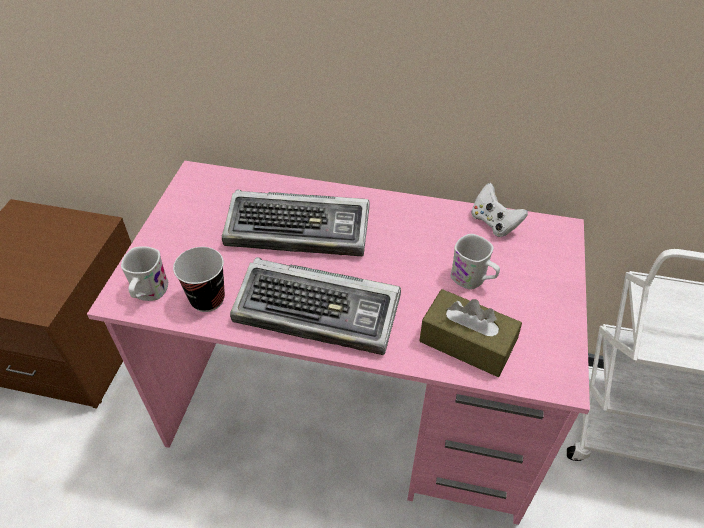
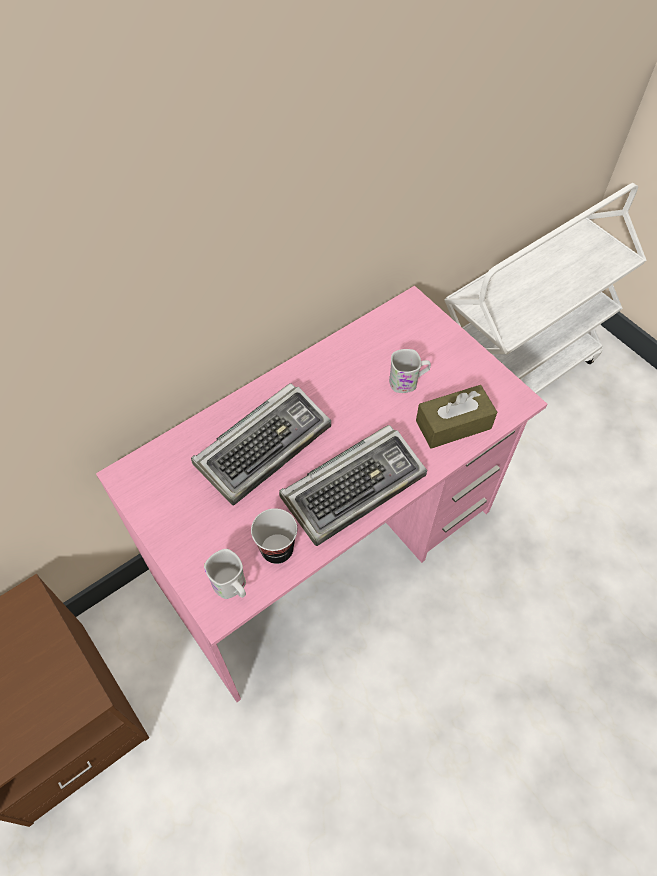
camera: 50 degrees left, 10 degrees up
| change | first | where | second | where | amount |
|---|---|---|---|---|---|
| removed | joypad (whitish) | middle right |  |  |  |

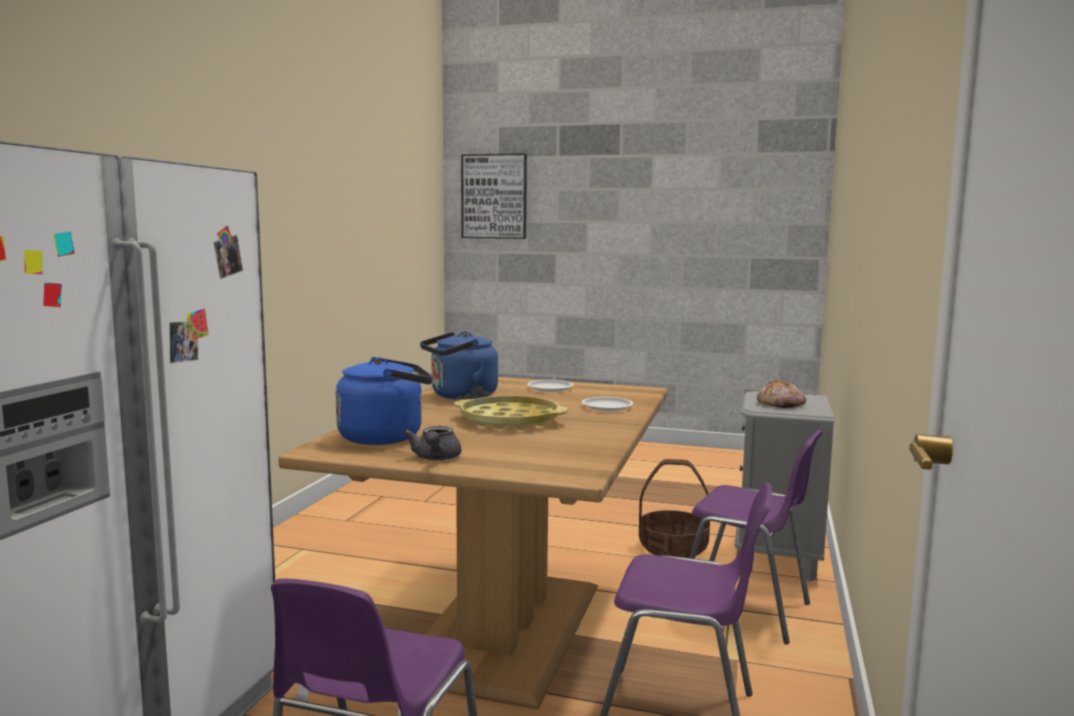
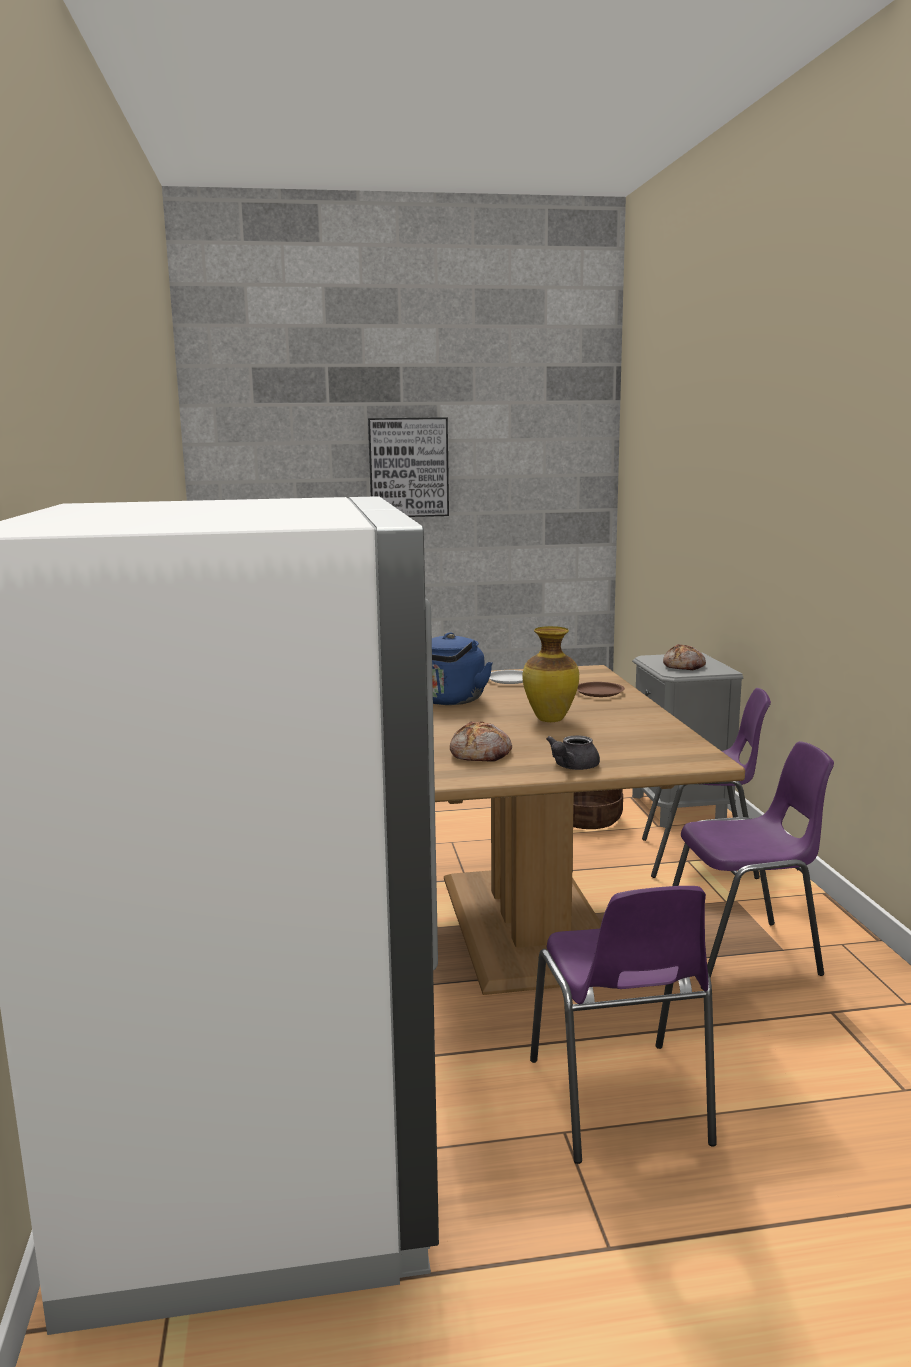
camera: 25 degrees left, 5 degrees up
| change | first | where | second | where | amount |
|---|---|---|---|---|---|
| moved | wall picture | top centre |  | centre |  |
| replaced | tea kettle (blue) (1st from left) | centre | bread (1st from left) | centre |  |
| replaced | carrying tray (yellowish) | centre | flower vase | centre |  |
| recoloured | dinner plate (whitish) (2nd from left) | centre | dinner plate (brownish) | centre |  |
| turned | teapot (greyish) | centre |  | centre | 60 degrees clockwise |

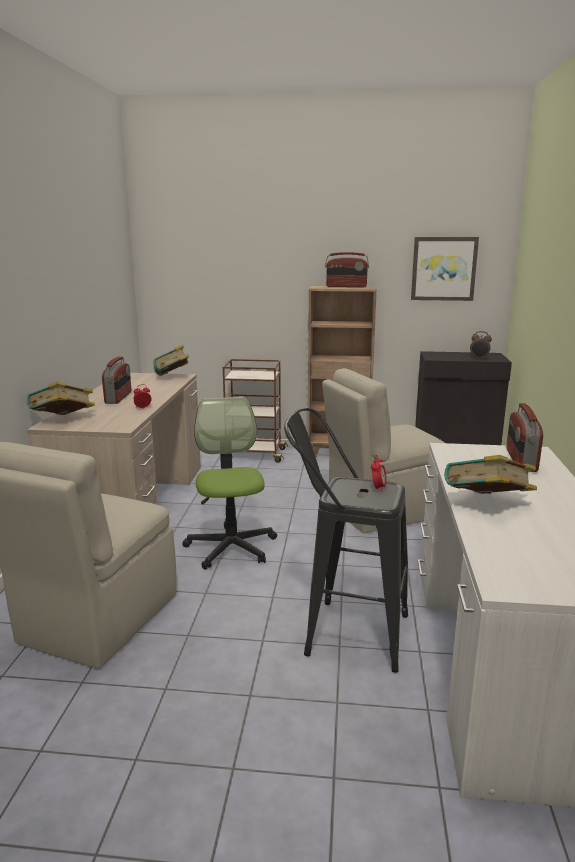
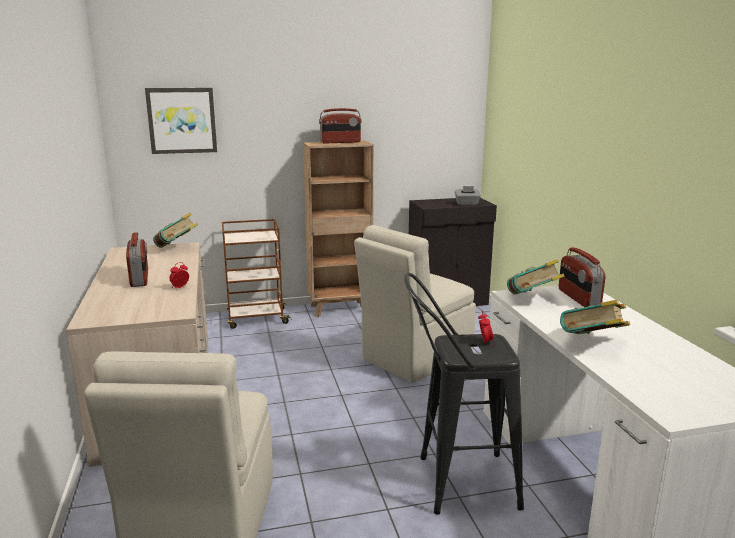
camera: 20 degrees left, 0 degrees up
| change | first | where | second | where | amount |
|---|---|---|---|---|---|
| moved | wall picture | top right |  | top left |  |
| replaced | table clock (3rd from left) | middle right | tissue holder (greyish) | centre |  |
| moved | bound book (1st from left in the first image) | middle left | bound book (2nd from left) | middle right |  |
| removed | computer chair | centre |  |  |  |

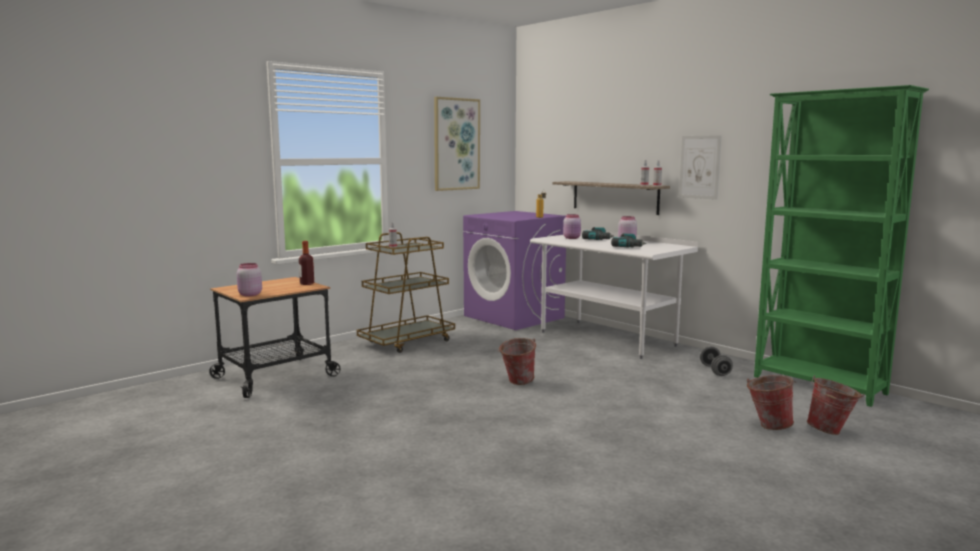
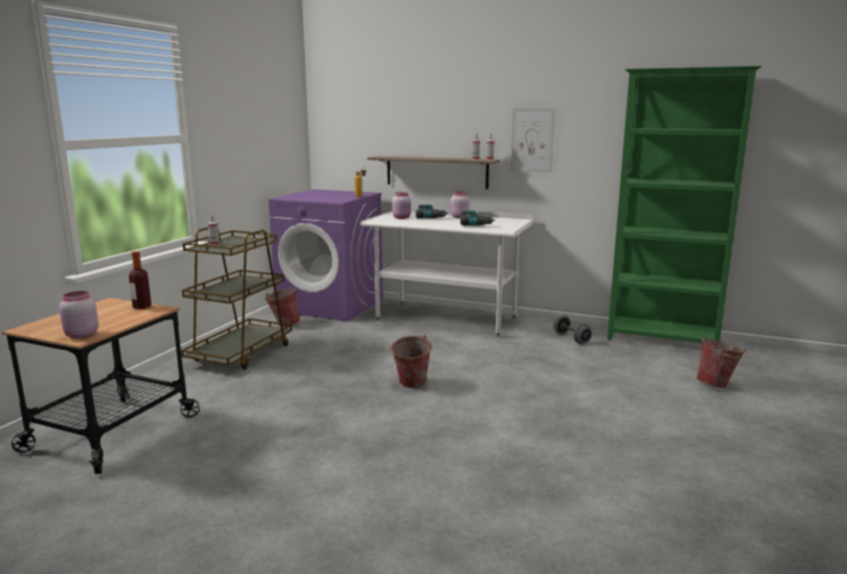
camera: 25 degrees left, 5 degrees up
| change | first | where | second | where | amount |
|---|---|---|---|---|---|
| removed | wall picture (1st from left) | top centre |  |  |  |
| moved | pail (2nd from left in the first image) | bottom right | pail (1st from left) | middle left |  |

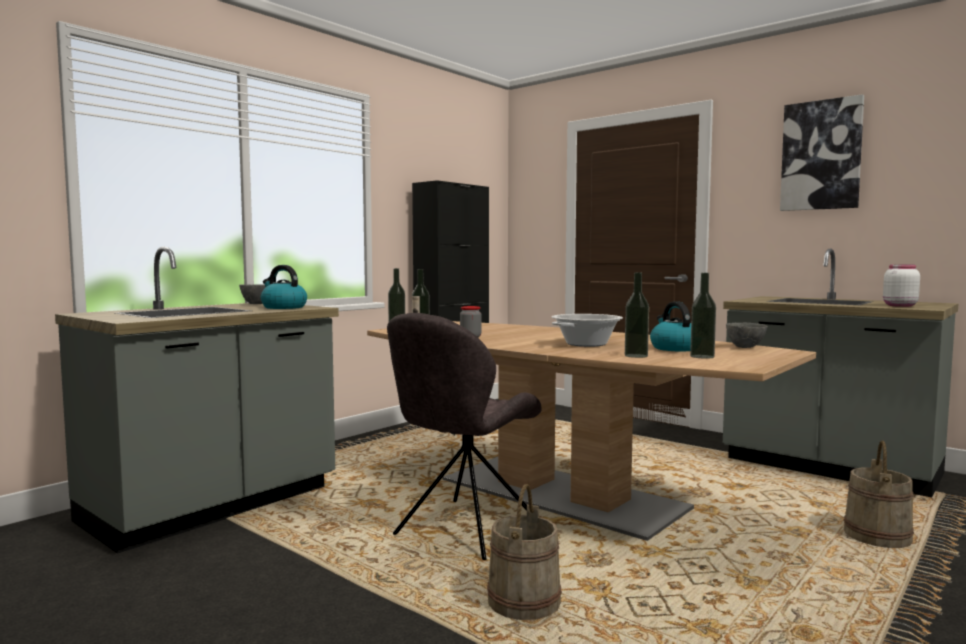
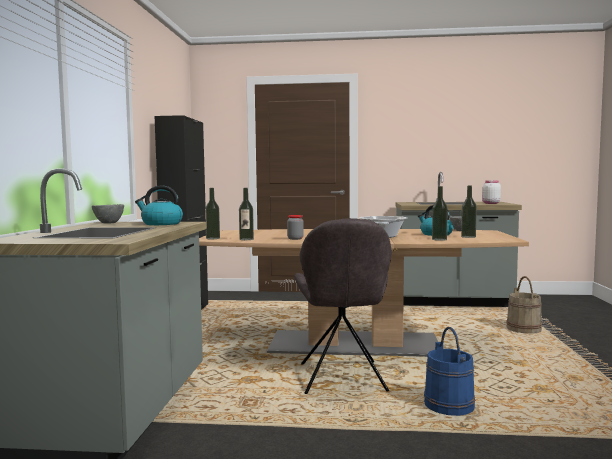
camera: 35 degrees left, 0 degrees up
| change | first | where | second | where | amount |
|---|---|---|---|---|---|
| removed | wall picture | top right |  |  |  |
| recoloured | pail (beige) (1st from left) | bottom centre | pail (blue) | bottom right |  |

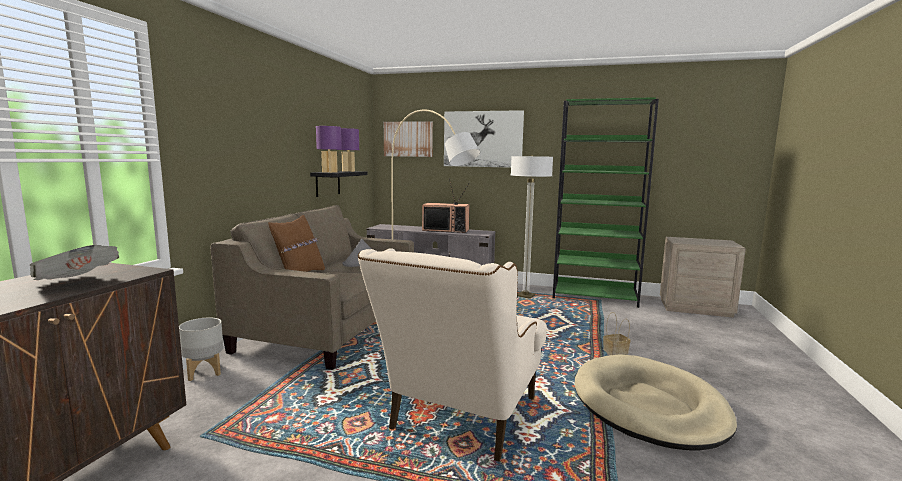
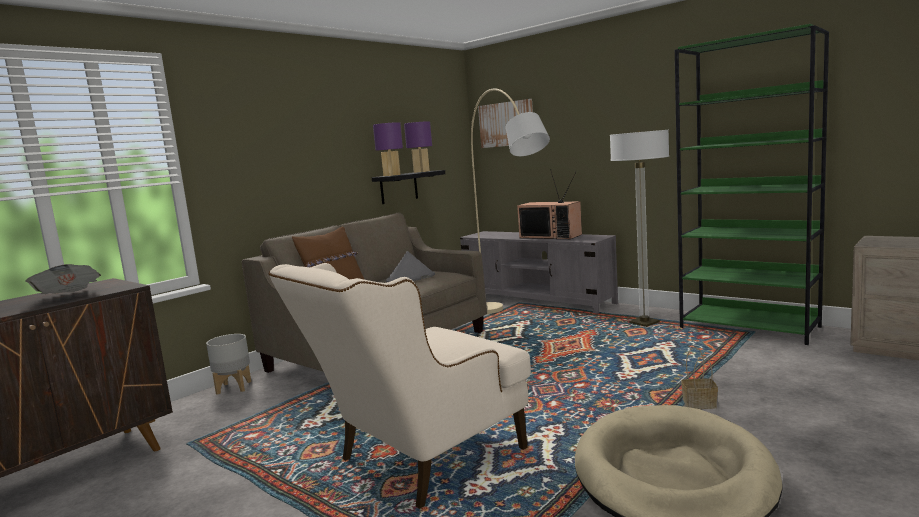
camera: 25 degrees right, 0 degrees up
| change | first | where | second | where | amount |
|---|---|---|---|---|---|
| removed | wall picture (2nd from left) | top centre |  |  |  |

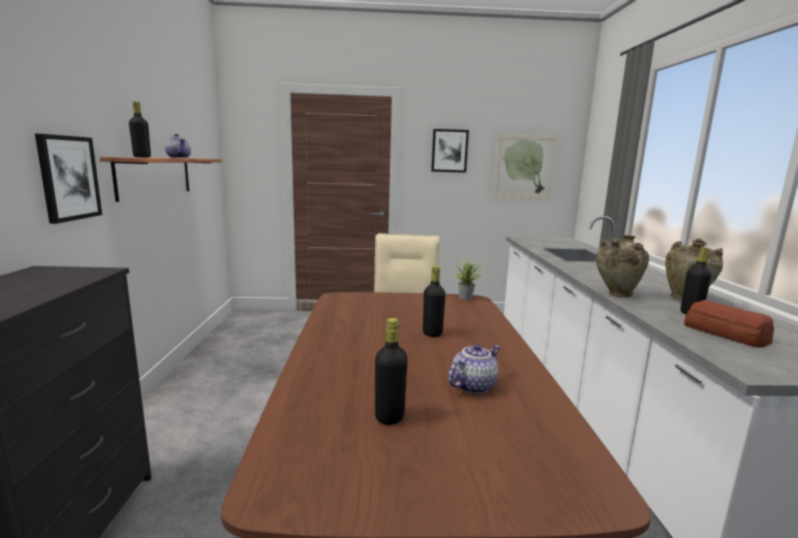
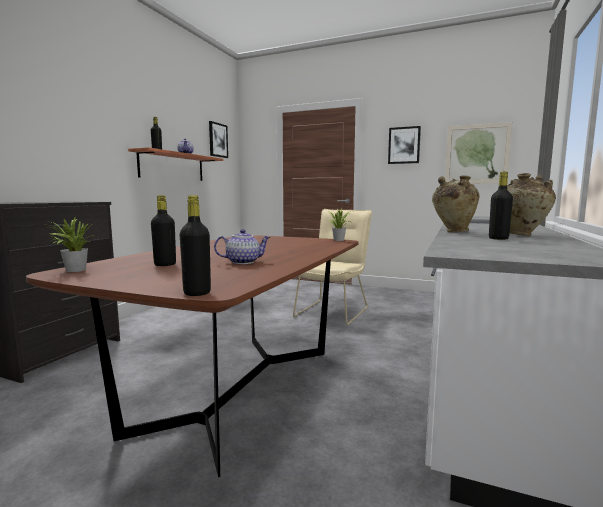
camera: 25 degrees right, 5 degrees down
| change | first | where | second | where | amount |
|---|---|---|---|---|---|
| moved | wall picture (1st from left) | top left |  | top centre |  |
| moved | bottle (black-coloured) (3rd from left) | centre |  | middle left |  |
| removed | bread | middle right |  |  |  |
| added |  |  | houseplant (1st from left) | middle left |  |

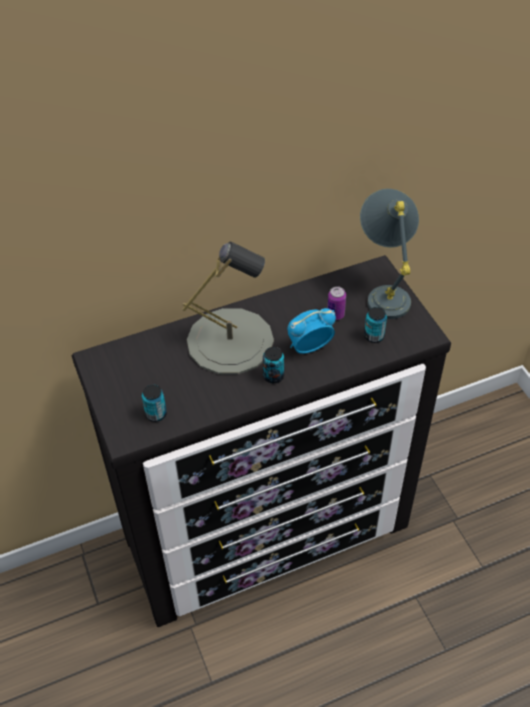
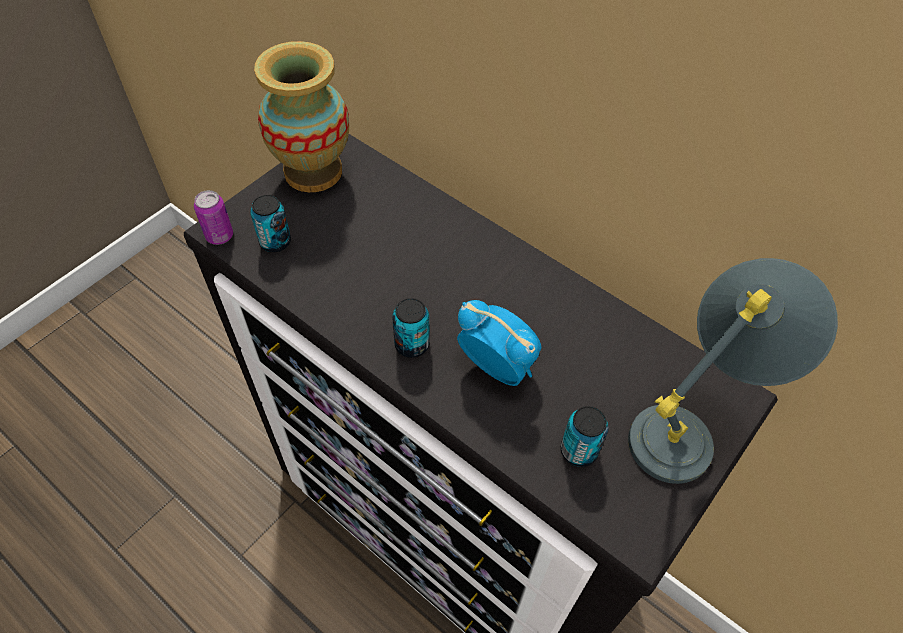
camera: 60 degrees right, 5 degrees up
| change | first | where | second | where | amount |
|---|---|---|---|---|---|
| removed | tabletop lamp (greyish) (1st from left) | centre |  |  |  |
| moved | metal can (3rd from left in the first image) | centre | metal can (1st from left) | middle left |  |
| added |  |  | flower vase | top centre |  |

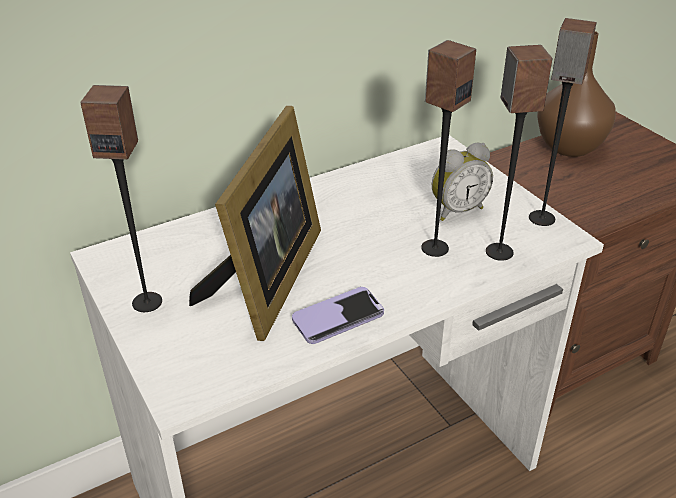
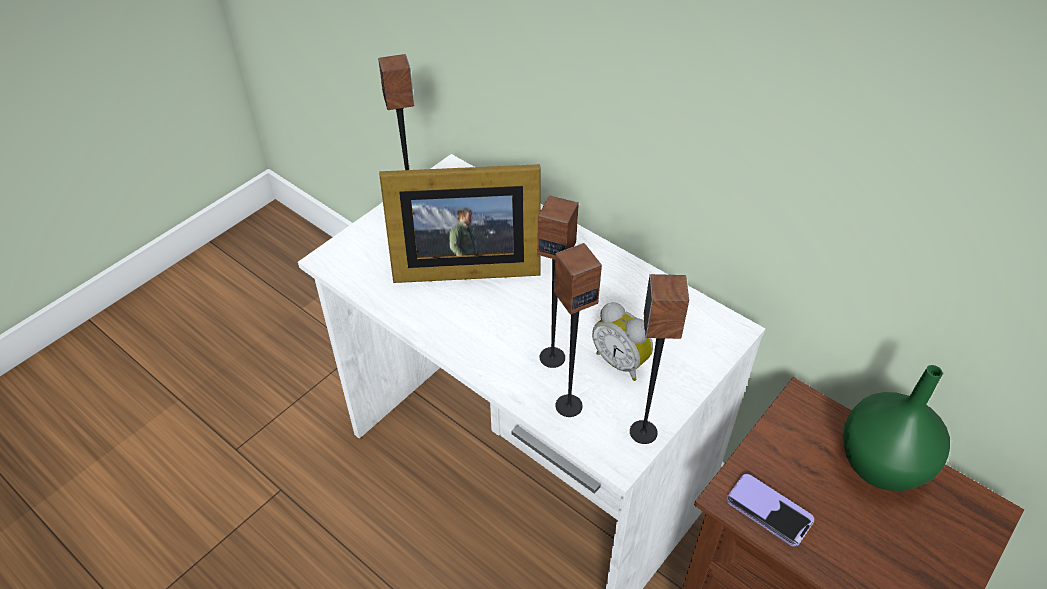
camera: 70 degrees right, 10 degrees up
| change | first | where | second | where | amount |
|---|---|---|---|---|---|
| recoloured | flower vase (brownish) | top right | flower vase (green) | bottom right |  |
| moved | handset | centre |  | bottom right |  |

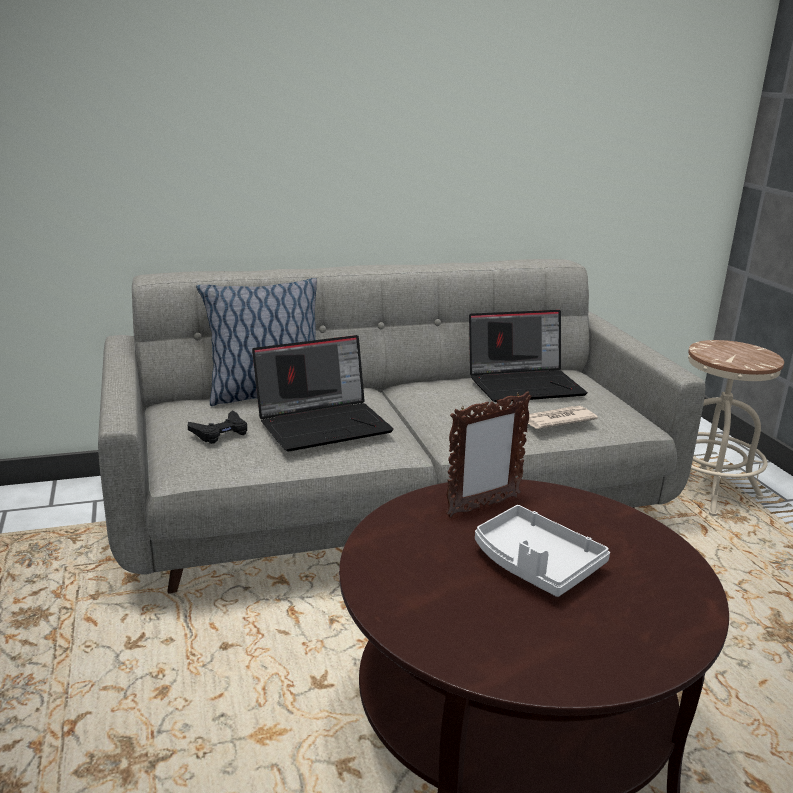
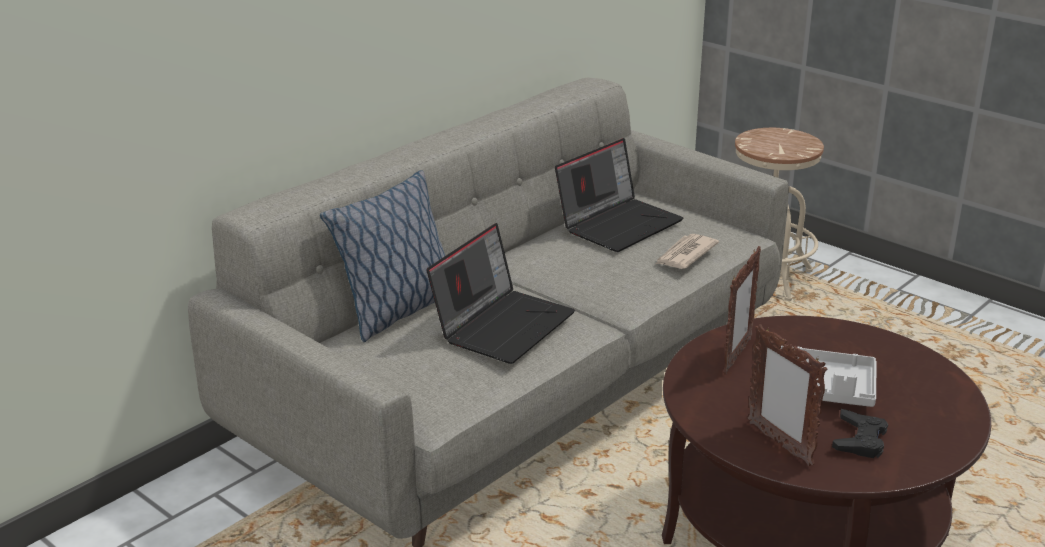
camera: 30 degrees left, 5 degrees up
| change | first | where | second | where | amount |
|---|---|---|---|---|---|
| moved | joypad (black-coloured) | middle left |  | bottom right |  |
| added |  |  | standing frame (2nd from left) | bottom right |  |

